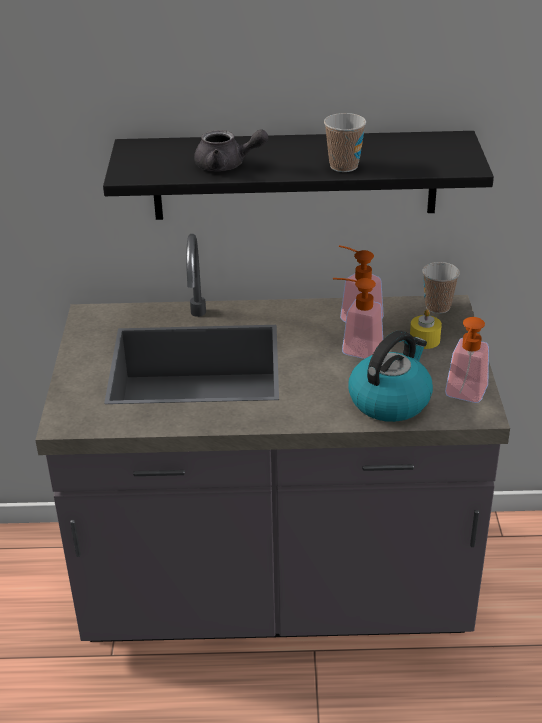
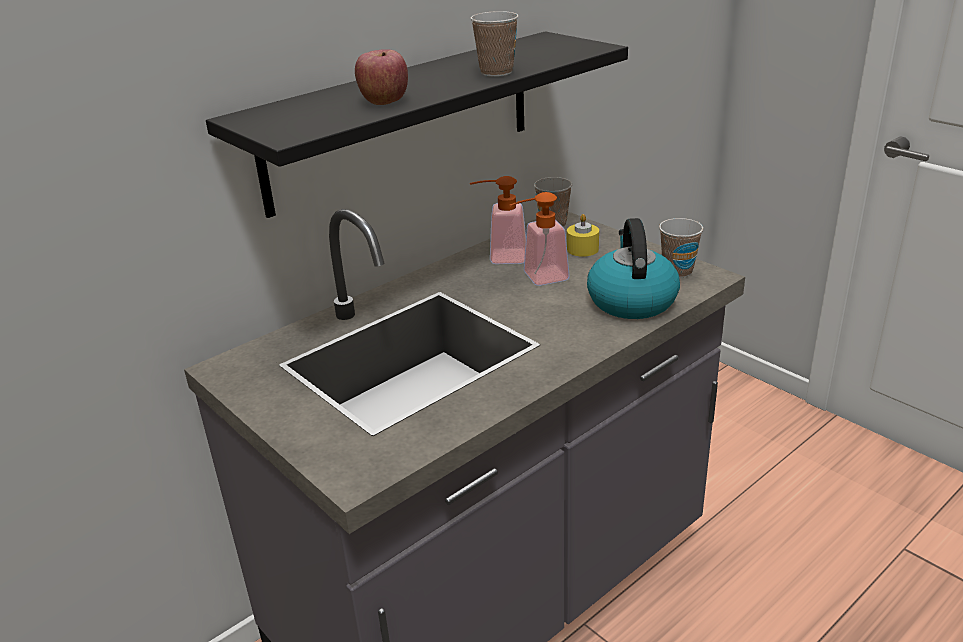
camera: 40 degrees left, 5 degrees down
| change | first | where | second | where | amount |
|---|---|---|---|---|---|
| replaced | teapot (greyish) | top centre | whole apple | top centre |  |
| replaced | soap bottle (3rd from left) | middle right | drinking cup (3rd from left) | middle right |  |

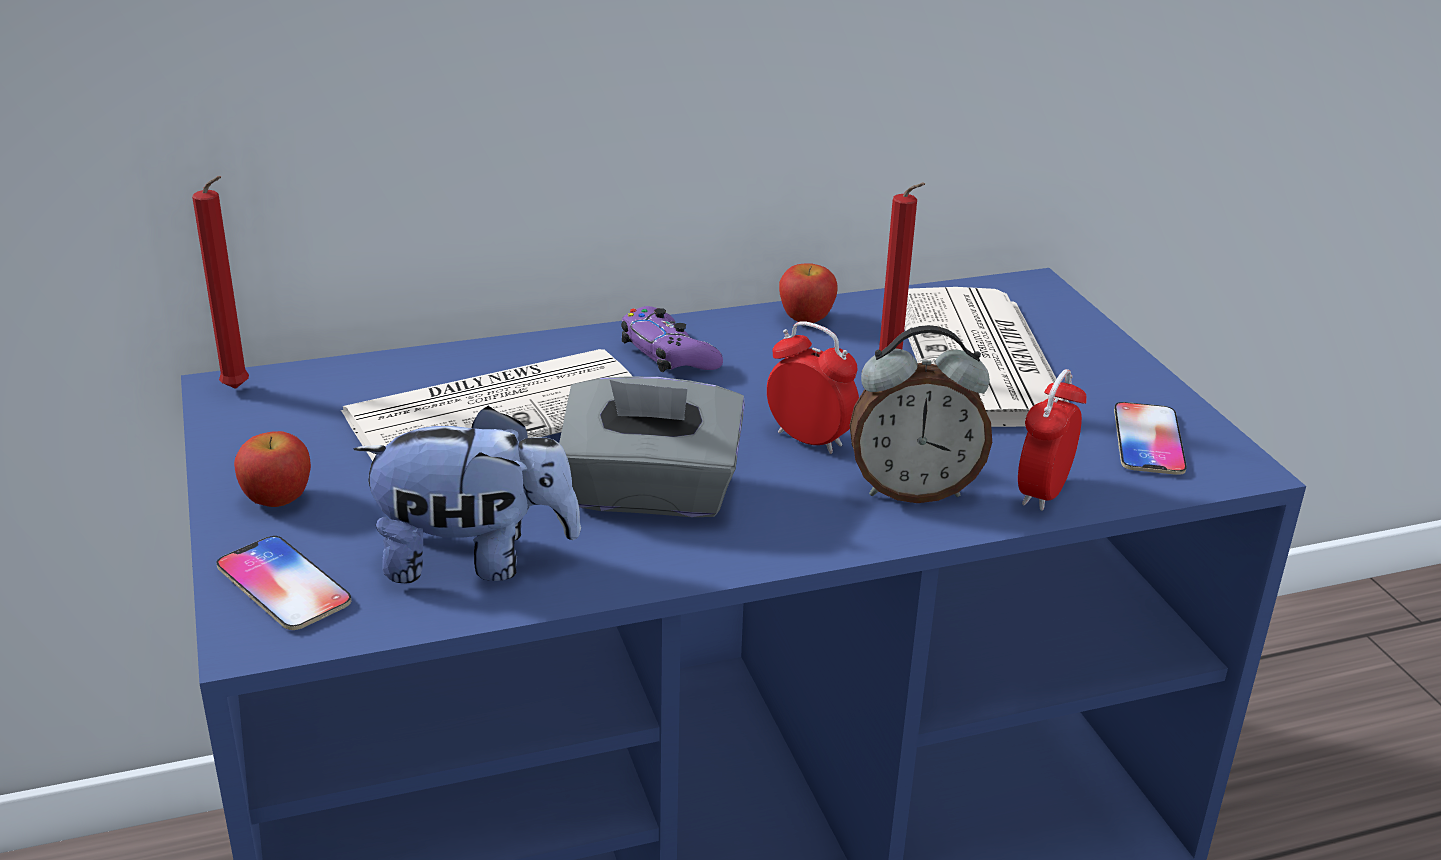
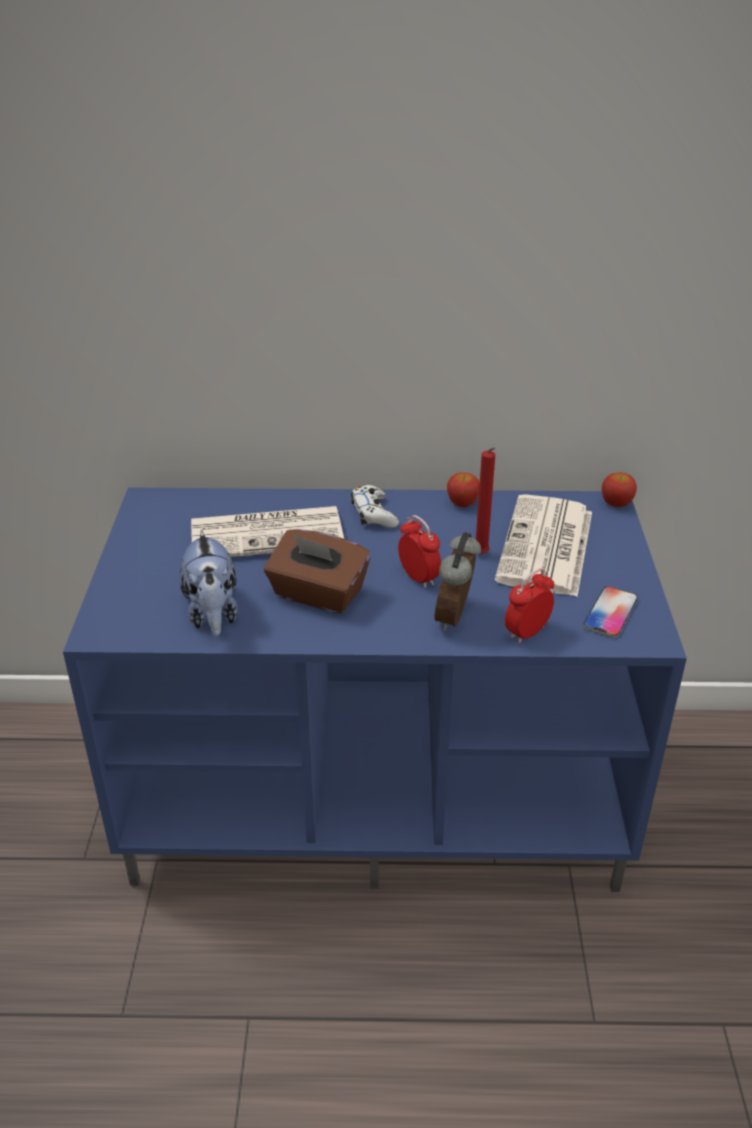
camera: 20 degrees right, 5 degrees up
| change | first | where | second | where | amount |
|---|---|---|---|---|---|
| removed | wax light (red) (1st from left) | top left |  |  |  |
| recoloured | joypad (purplish) | centre | joypad (whitish) | centre |  |
| turned | table clock (2nd from left) | centre |  | centre | 90 degrees clockwise |
| recoloured | tissue holder (greyish) | centre | tissue holder (brownish) | centre |  |
| turned | plush toy | middle left |  | middle left | 60 degrees clockwise |
| moved | whole apple (1st from left in the first image) | middle left | whole apple (2nd from left) | middle right |  |
| removed | handset (1st from left) | bottom left |  |  |  |

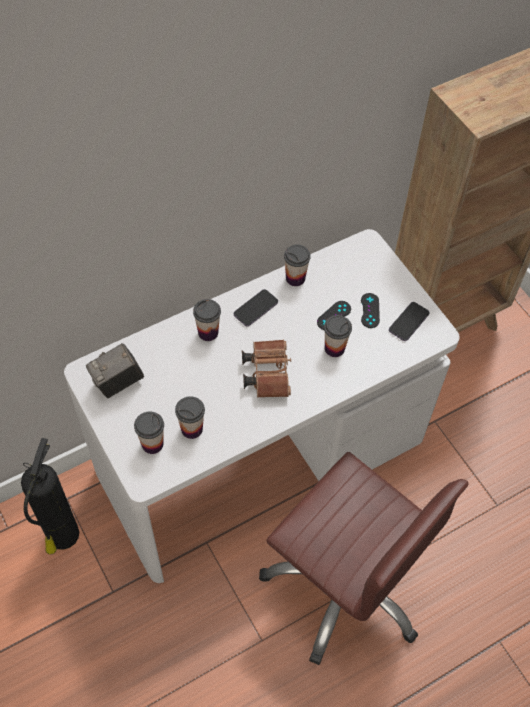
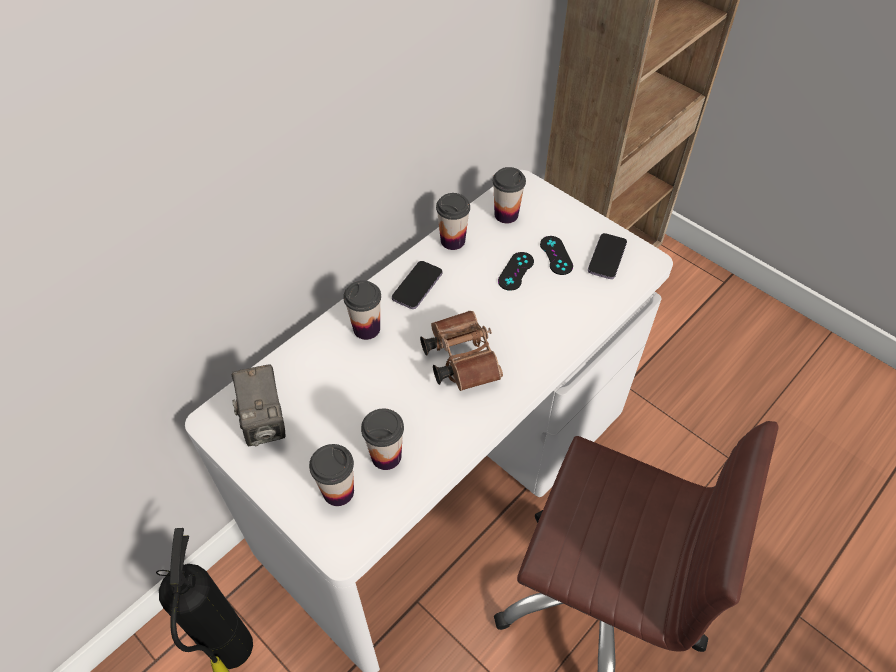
camera: 15 degrees left, 5 degrees down
| change | first | where | second | where | amount |
|---|---|---|---|---|---|
| moved | drinking cup (5th from left) | centre |  | top centre |  |
| turned | photo camera | middle left |  | middle left | 60 degrees counterclockwise |

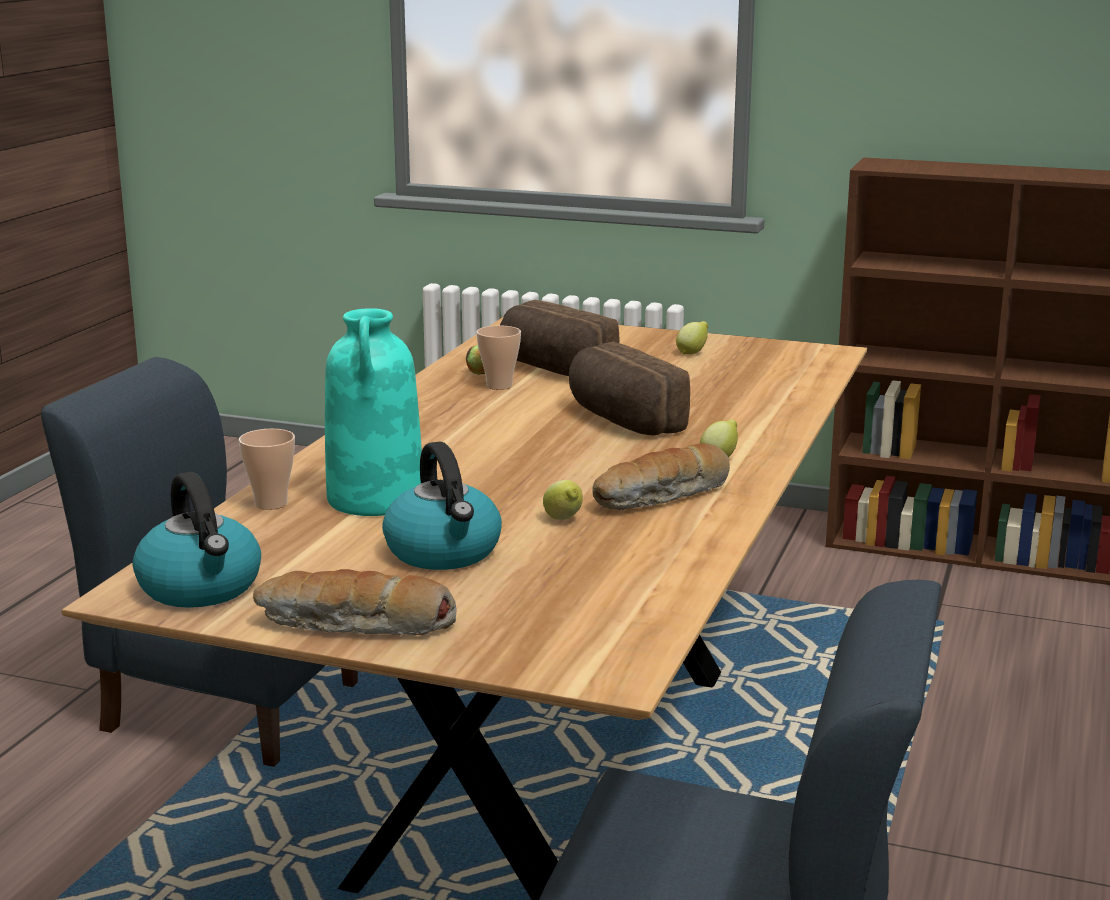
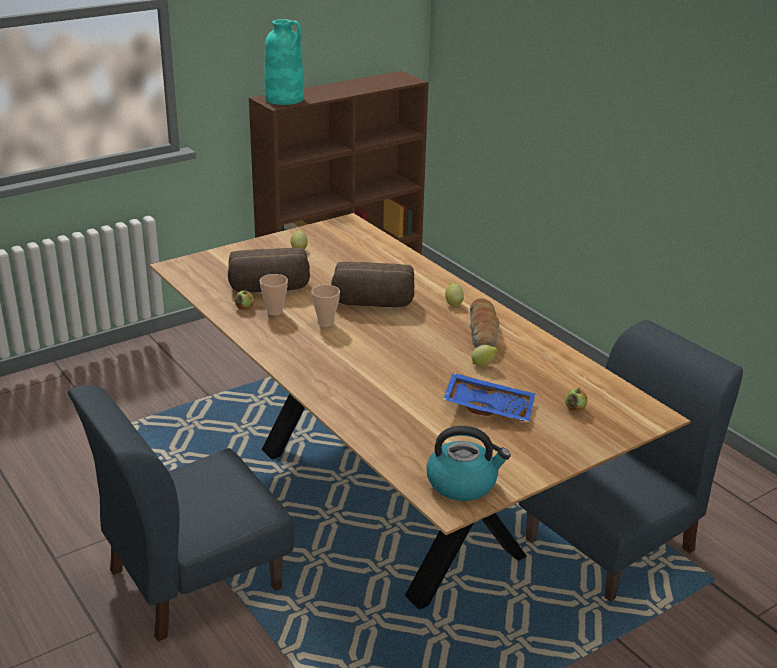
camera: 55 degrees left, 10 degrees up
| change | first | where | second | where | amount |
|---|---|---|---|---|---|
| moved | flower vase (turquoise-coloured) | centre |  | top centre |  |
| moved | drinking cup (1st from left in the first image) | middle left | drinking cup (2nd from left) | centre |  |
| replaced | tea kettle (2nd from left) | centre | carrying tray (blue) | centre |  |
| removed | bread (1st from left) | bottom left |  |  |  |
| added |  |  | whole apple (2nd from left) | middle right |  |

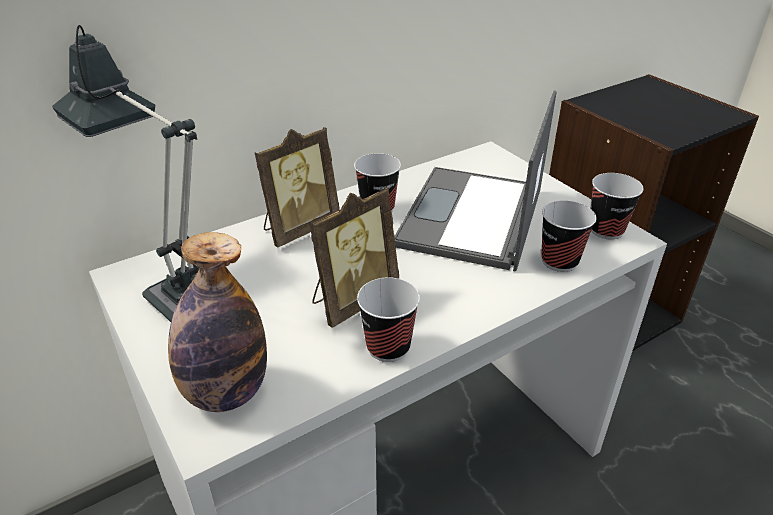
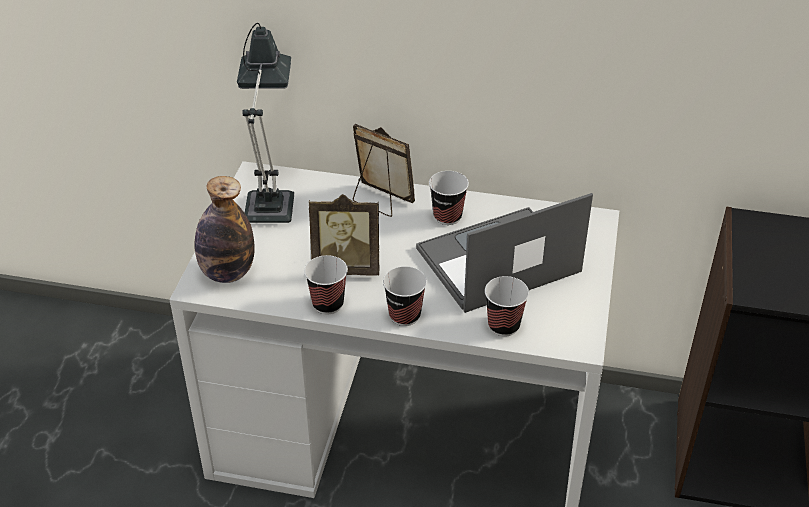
camera: 45 degrees right, 5 degrees up
| change | first | where | second | where | amount |
|---|---|---|---|---|---|
| turned | standing frame (1st from left in the first image) | centre | standing frame (2nd from left) | centre | 150 degrees counterclockwise |
| moved | drinking cup (4th from left in the first image) | middle right | drinking cup (2nd from left) | centre |  |

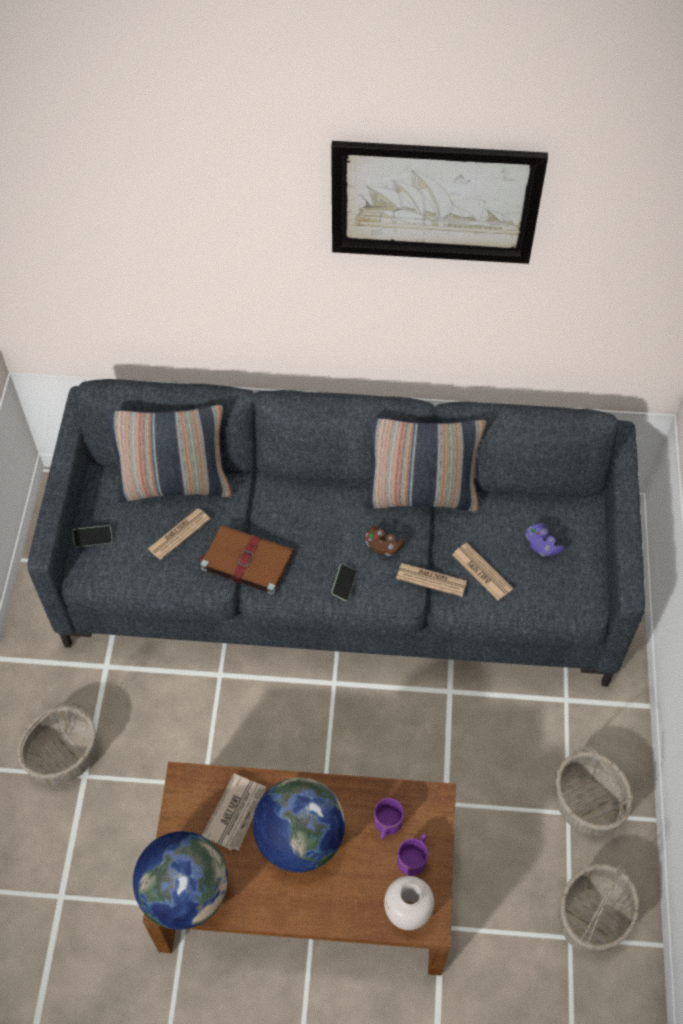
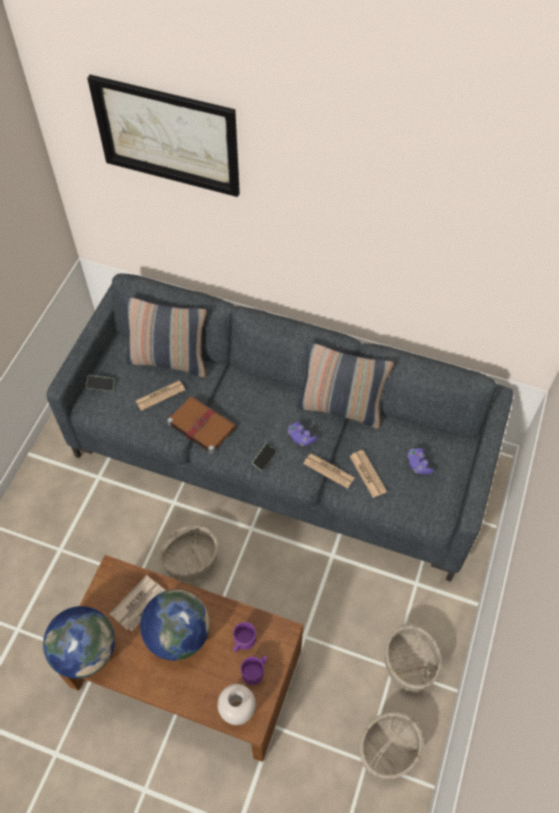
camera: 15 degrees right, 0 degrees up
| change | first | where | second | where | amount |
|---|---|---|---|---|---|
| moved | wall picture | top centre |  | top left |  |
| recoloured | joypad (brownish) | centre | joypad (purplish) (1st from left) | centre |  |
| moved | storage basket (1st from left) | bottom left |  | bottom centre |  |

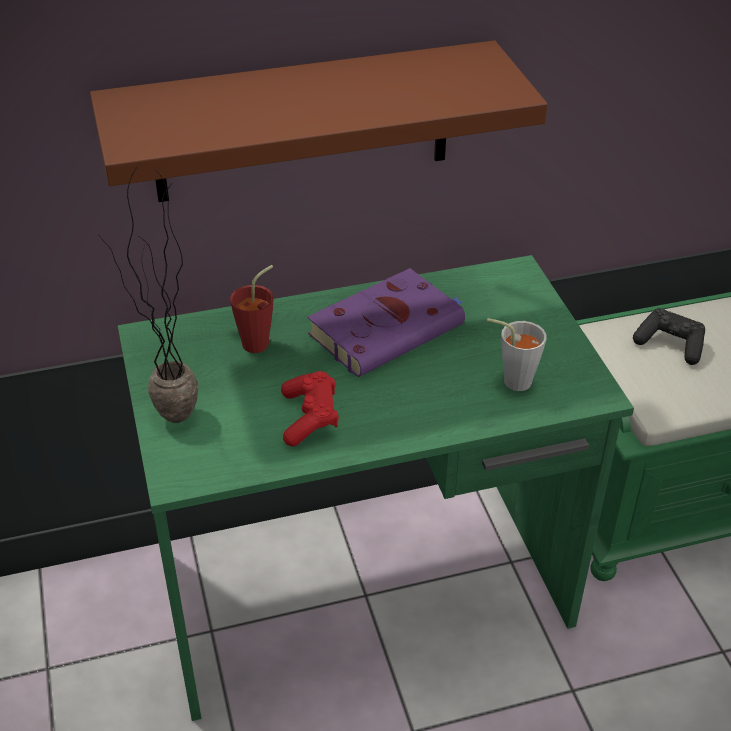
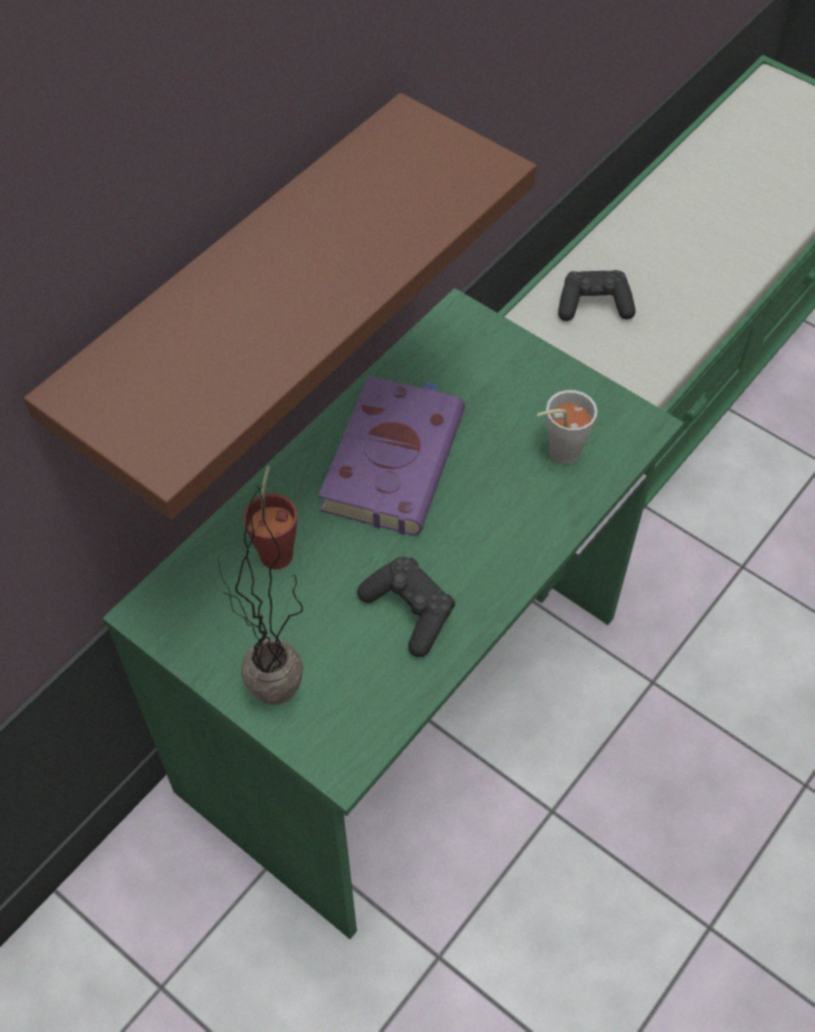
camera: 35 degrees left, 15 degrees up
| change | first | where | second | where | amount |
|---|---|---|---|---|---|
| recoloured | joypad (red) | centre | joypad (black-coloured) (1st from left) | centre |  |

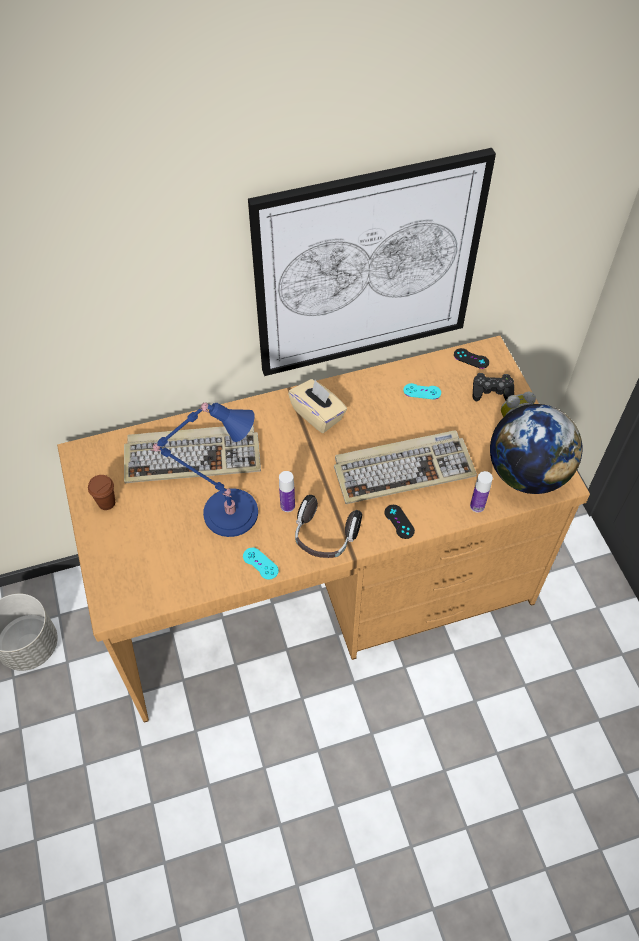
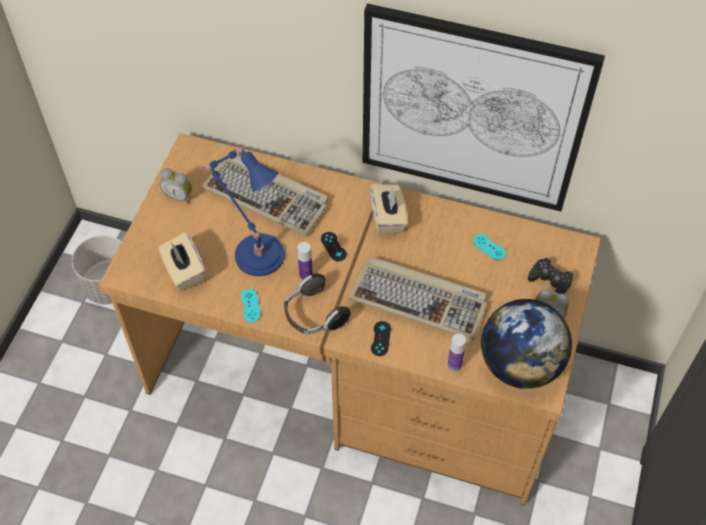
camera: 35 degrees right, 0 degrees up
| change | first | where | second | where | amount |
|---|---|---|---|---|---|
| moved | joypad (black-coloured) (2nd from left in the first image) | middle right | joypad (black-coloured) (1st from left) | centre |  |
| replaced | drinking cup (brownish) | middle left | table clock (1st from left) | middle left |  |
| added |  |  | tissue holder (beige) (1st from left) | middle left |  |

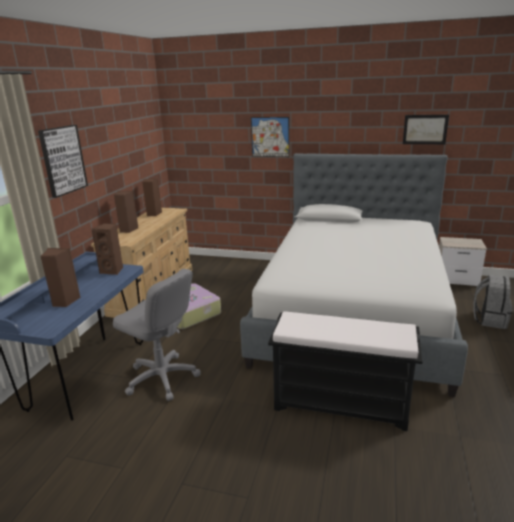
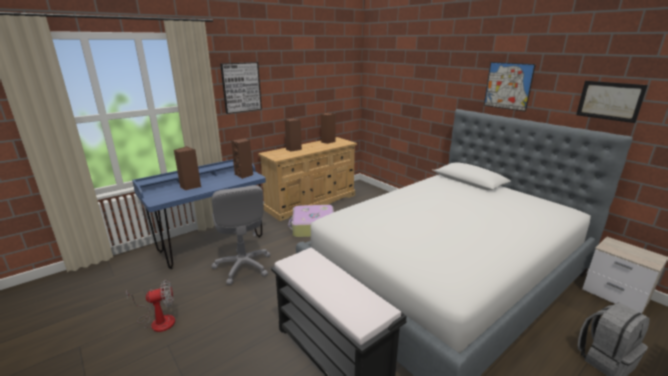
camera: 35 degrees right, 0 degrees up
| change | first | where | second | where | amount |
|---|---|---|---|---|---|
| moved | wall picture (2nd from left) | top centre |  | top right |  |
| added |  |  | electric fan | bottom left |  |

